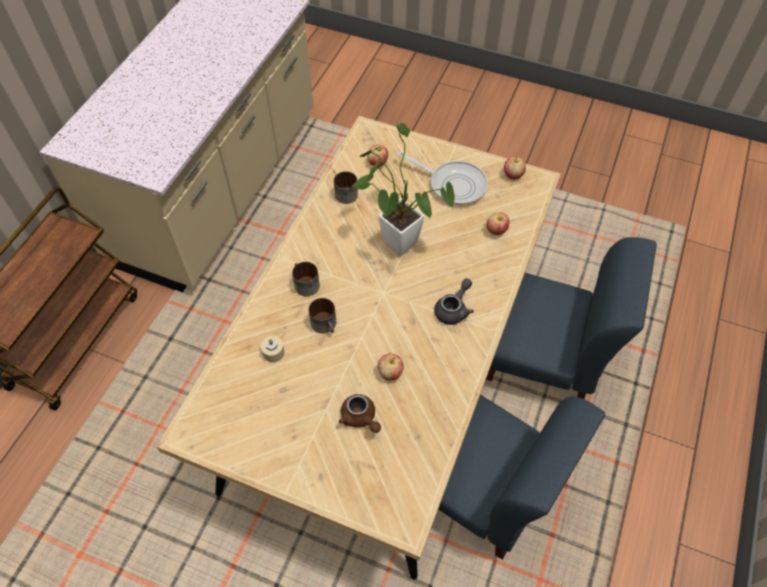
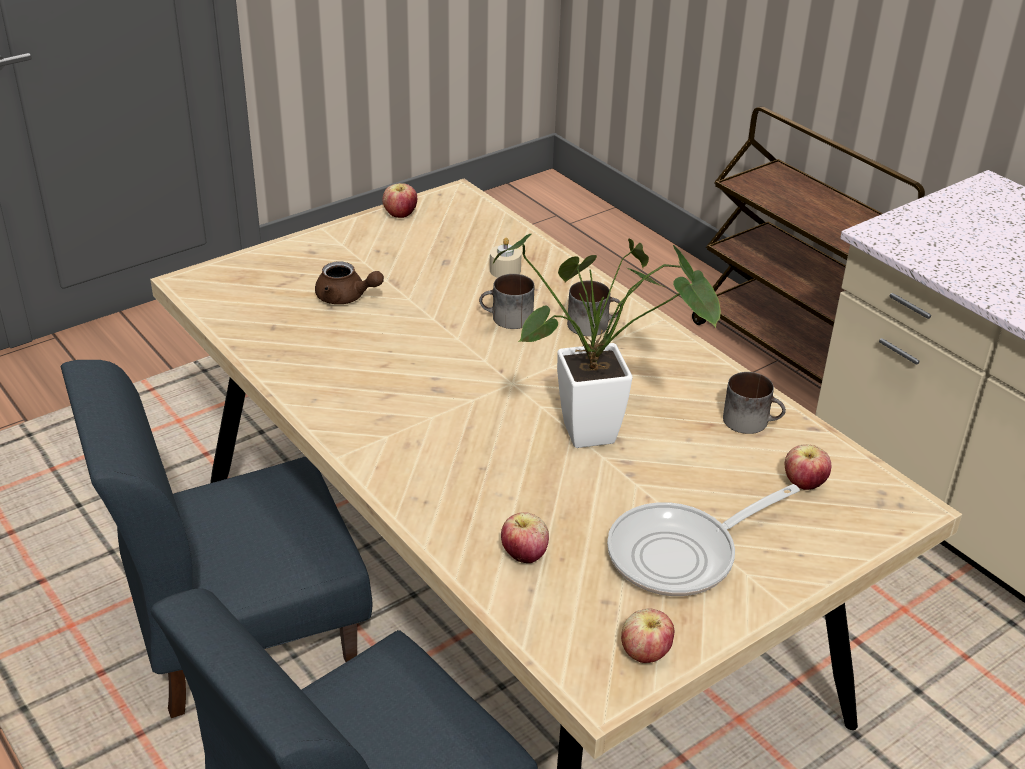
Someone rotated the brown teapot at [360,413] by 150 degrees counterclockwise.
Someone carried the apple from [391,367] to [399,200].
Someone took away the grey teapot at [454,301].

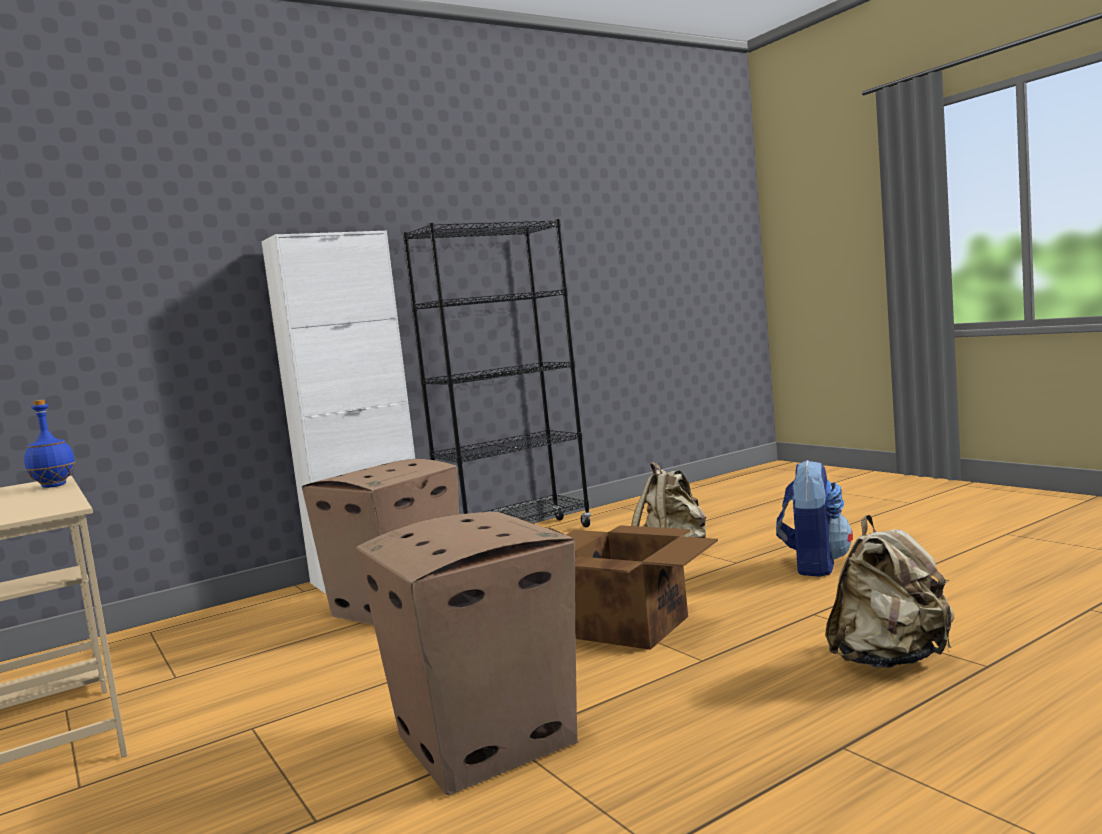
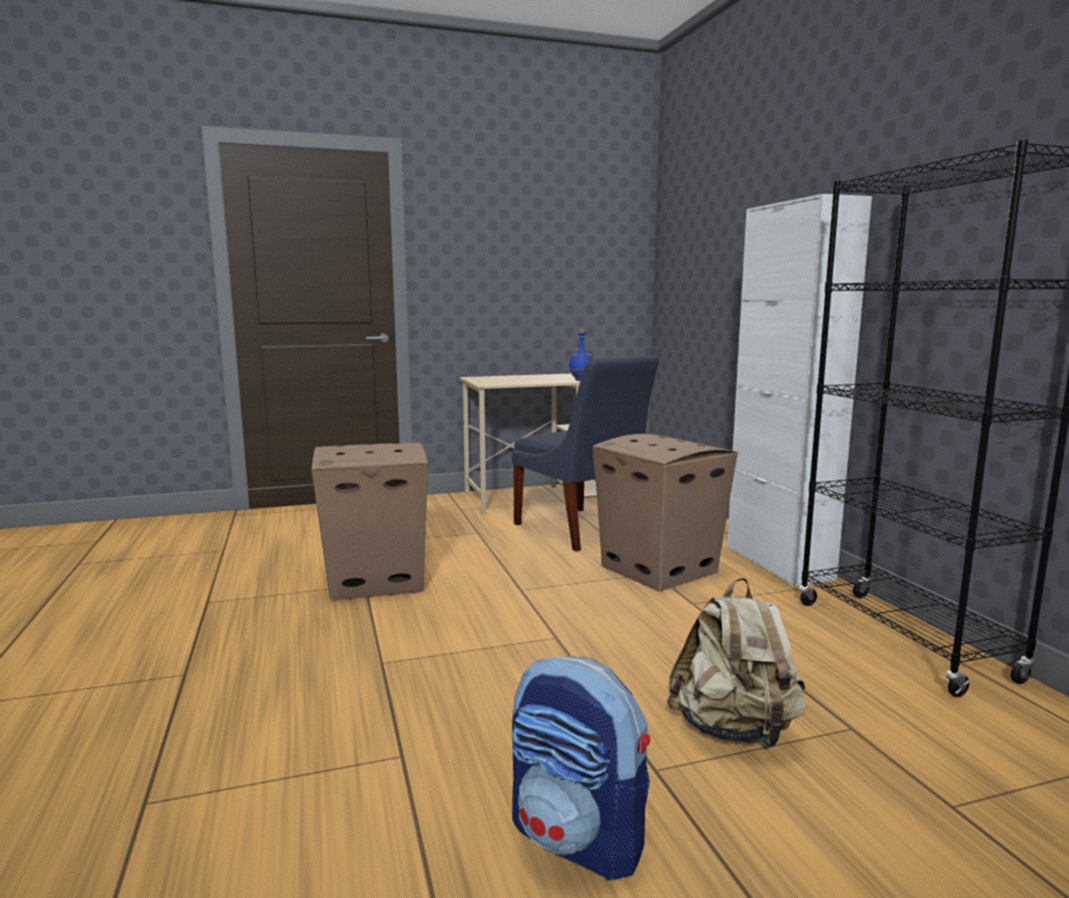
Someone put down the blue chair at [585,453].
Someone took away the cardboard box at [642,587].
Someone took away the beige backpack at [889,591].

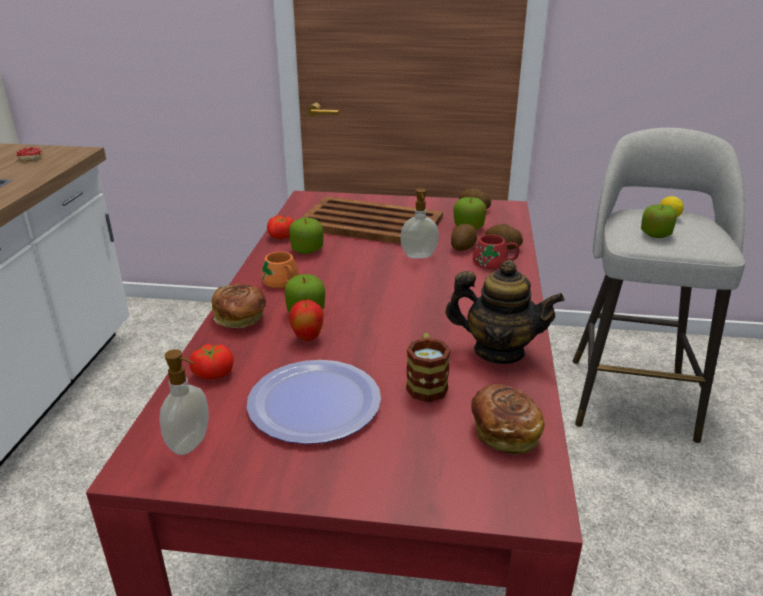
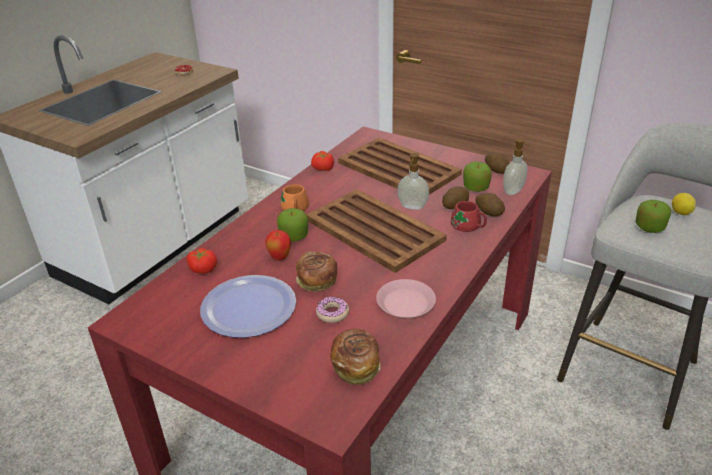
Someone carried the bread from [239,306] to [316,272].
Someone put down the brown tray at [376,231].
Someone swapped the mug at [428,367] for the donut at [332,310].
Someone swapped the teapot at [505,312] for the pink plate at [406,298].
Someone carried the soap dispenser from [184,402] to [516,167].
Someone took away the apple at [306,236].

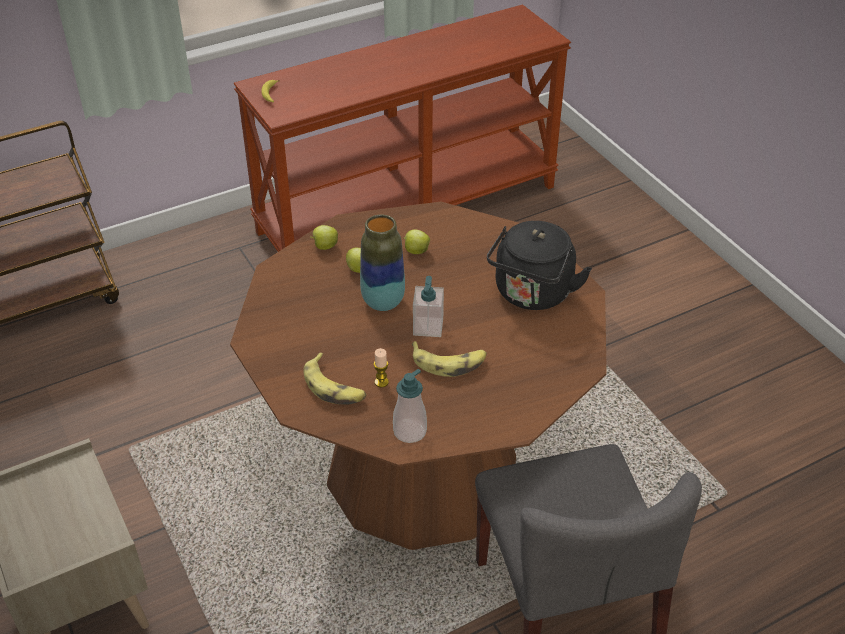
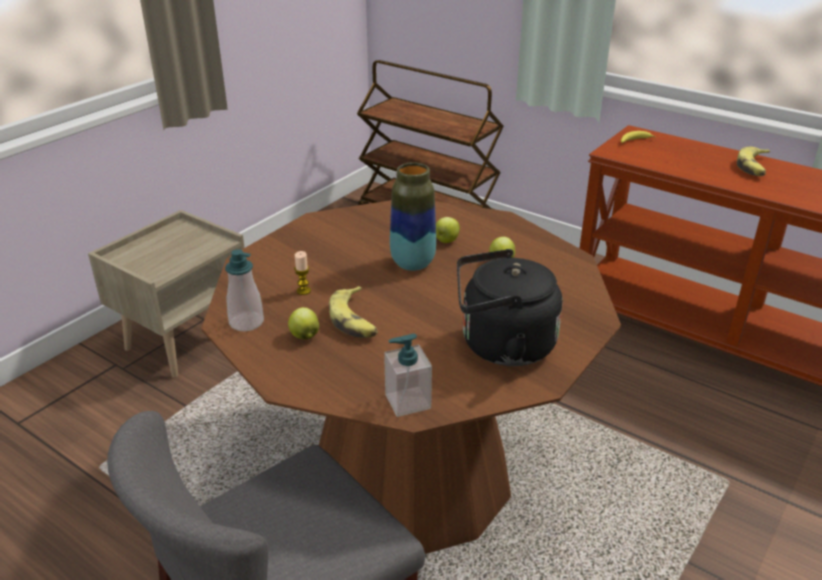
Someone carried the apple from [324,237] to [303,323].
Someone carried the soap dispenser from [428,306] to [408,375].
Someone carried the banana from [335,379] to [753,161].

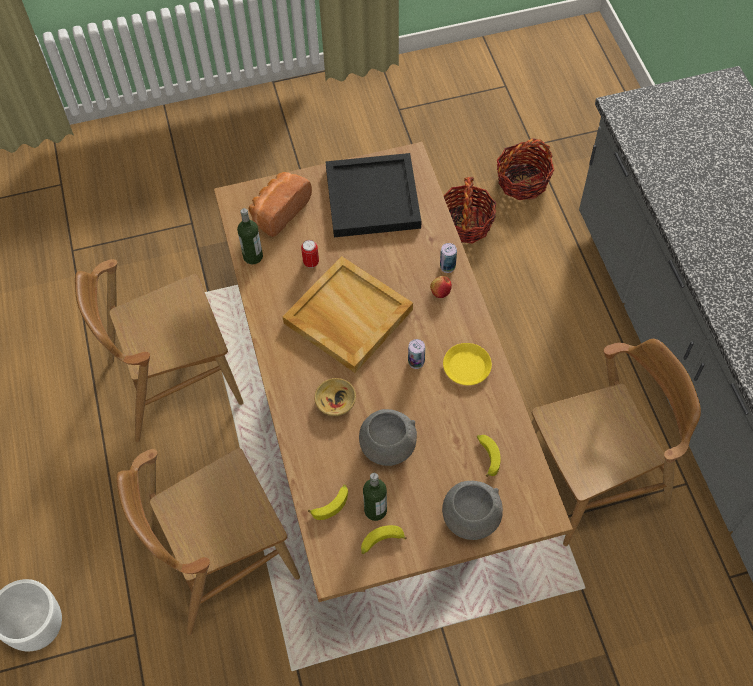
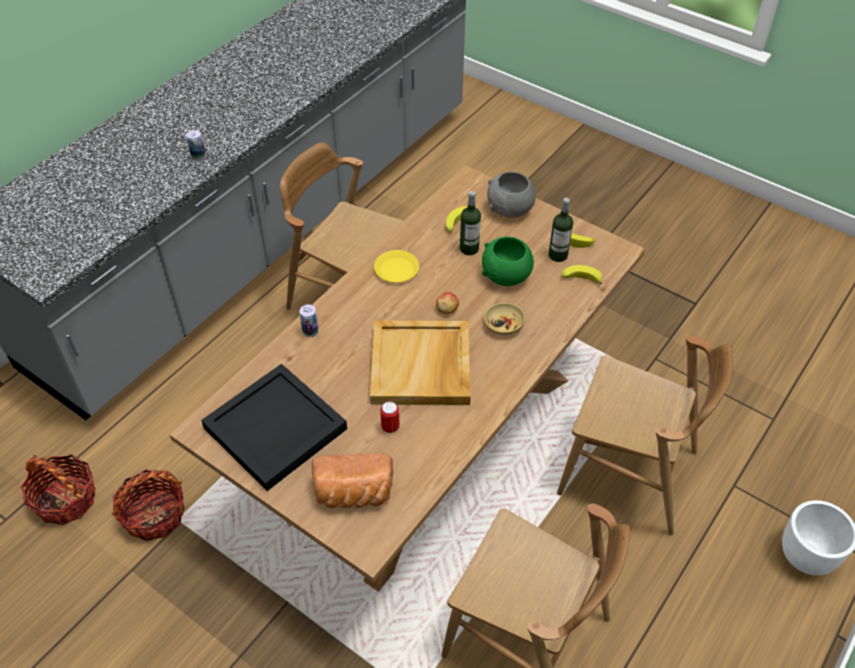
Someone carried the can from [416,354] to [196,145].
Someone carried the apple from [441,287] to [447,303].
Someone carried the bottle from [250,236] to [470,223].
Someone repainted the grey bowl at [388,437], which became the green bowl at [508,261].

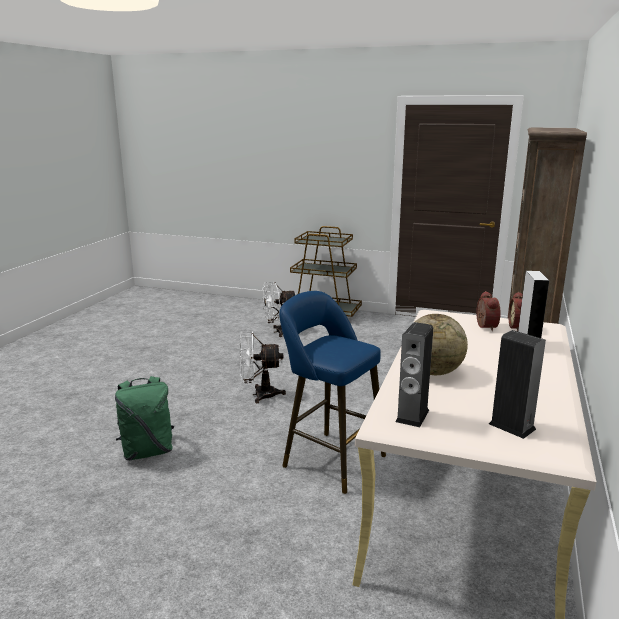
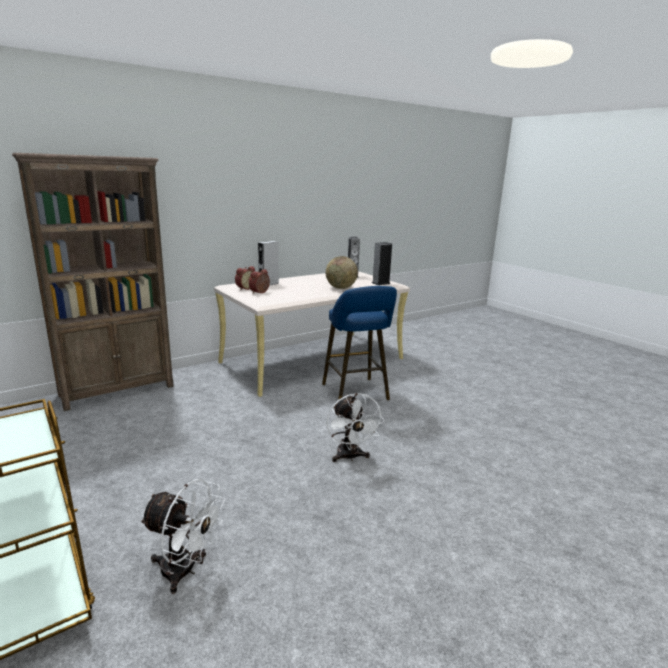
Someone rotated the white fan at [263,367] by 45 degrees clockwise.
Someone took away the green backpack at [144,418].

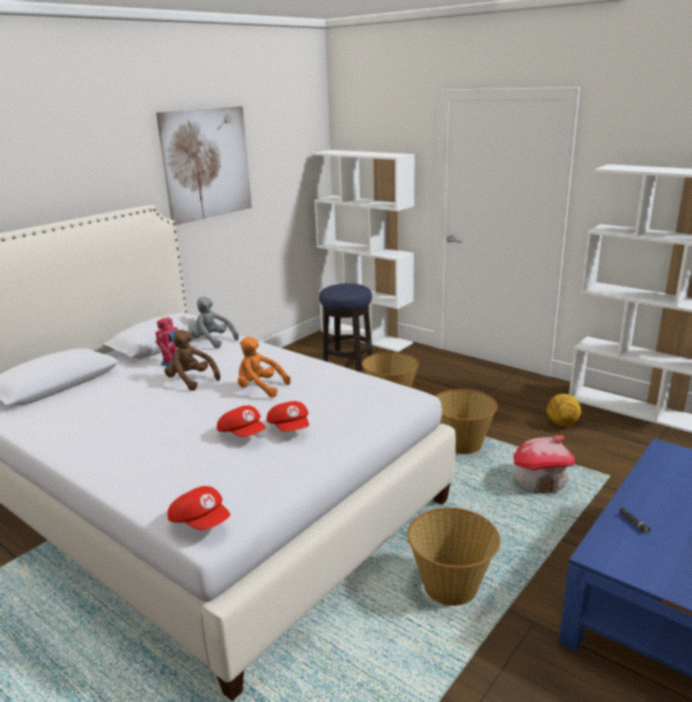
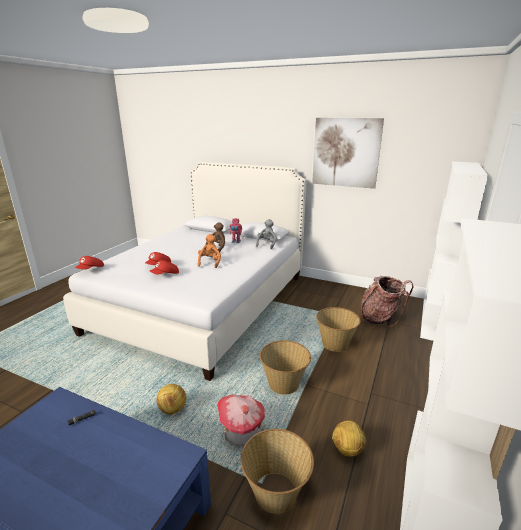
Someone put down the football at [171,399].
Someone carried the basket from [453,556] to [277,471].
Someone swapped the stool at [345,327] for the backpack at [387,301].

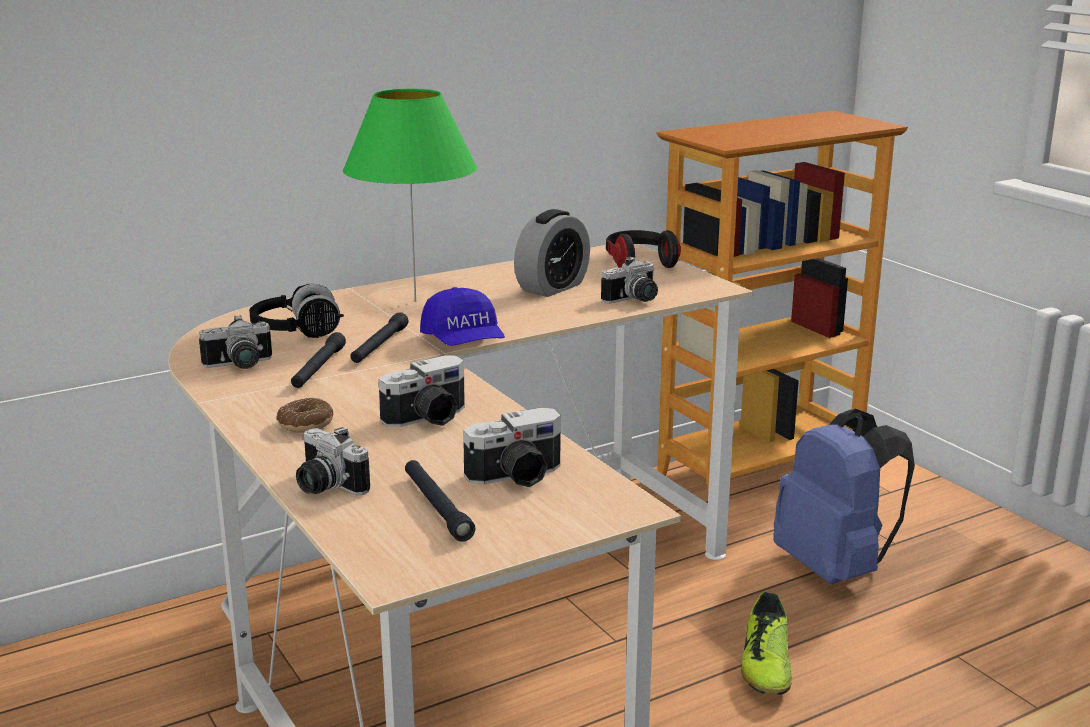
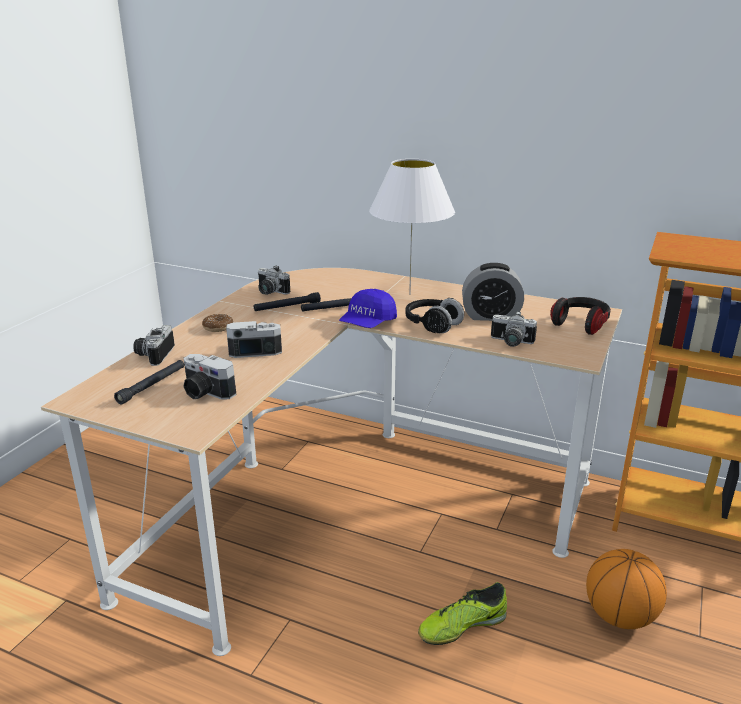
Someone rotated the photo camera at [422,391] by 150 degrees clockwise.
Someone repainted the green table lamp at [410,195], which became the white table lamp at [412,227].
Someone carried the black headphones from [296,311] to [435,315].
Someone swapped the blue backpack at [844,496] for the basketball at [626,589].

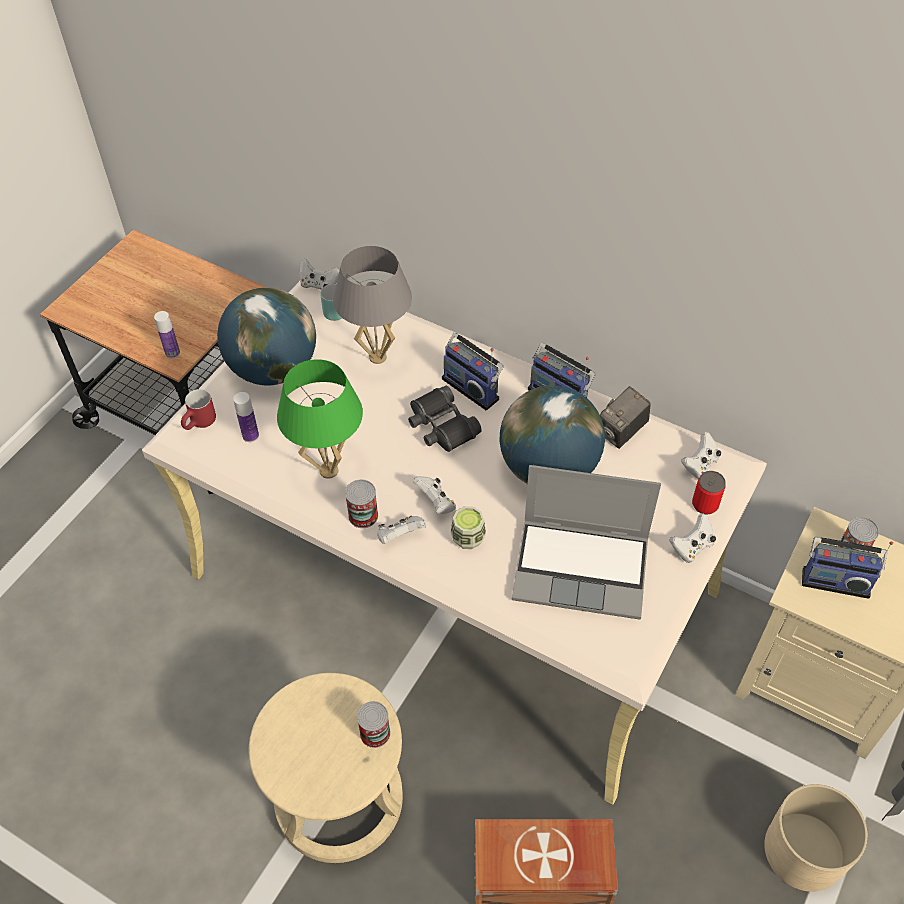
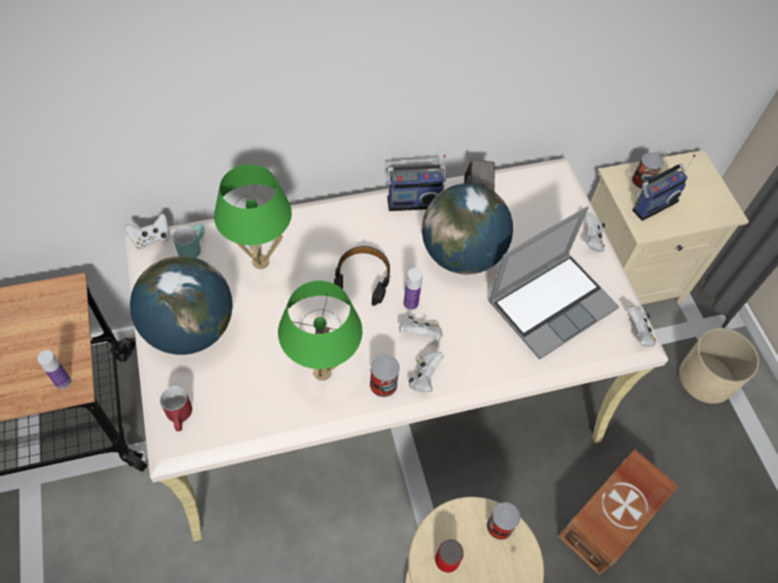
Someone repainted the grey table lamp at [372,305], which became the green table lamp at [253,217].
Someone swapped the black binoculars at [445,419] for the black headphones at [362,276].
Someone carried the bottle from [246,417] to [413,289].
Someone carried the can from [709,492] to [449,556].
Someone carried the white game controller from [701,455] to [642,326].
Someone took away the radio at [473,372].
Someone took away the cup at [468,527].

